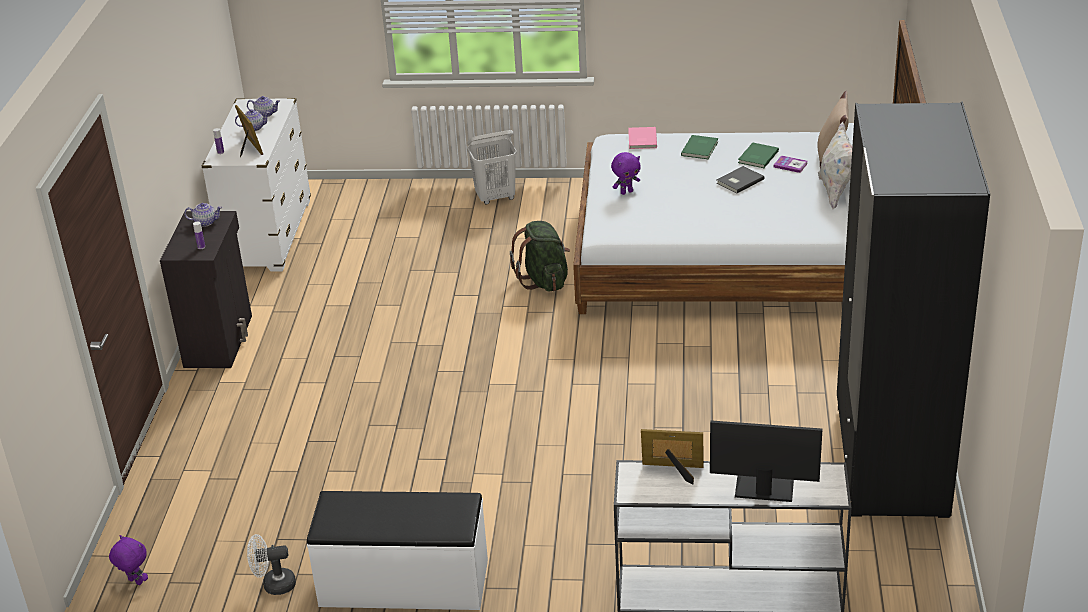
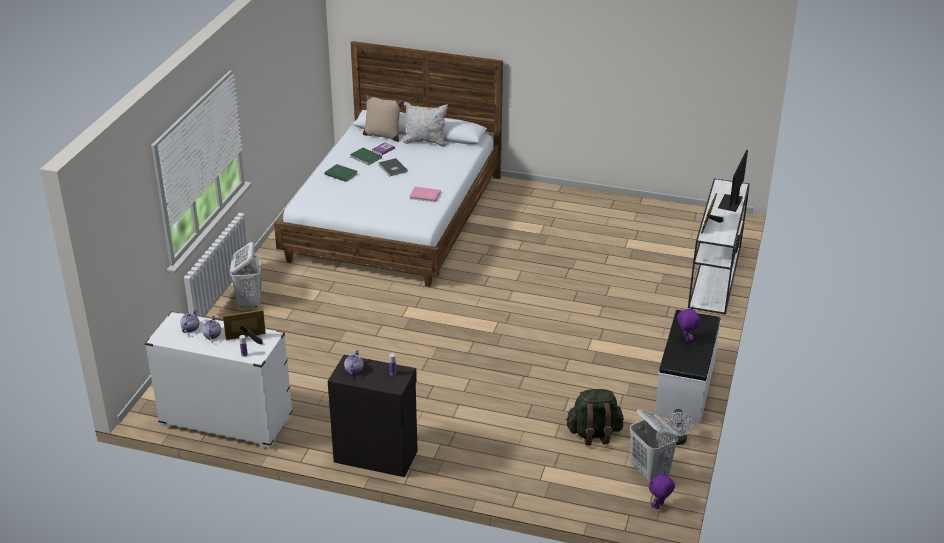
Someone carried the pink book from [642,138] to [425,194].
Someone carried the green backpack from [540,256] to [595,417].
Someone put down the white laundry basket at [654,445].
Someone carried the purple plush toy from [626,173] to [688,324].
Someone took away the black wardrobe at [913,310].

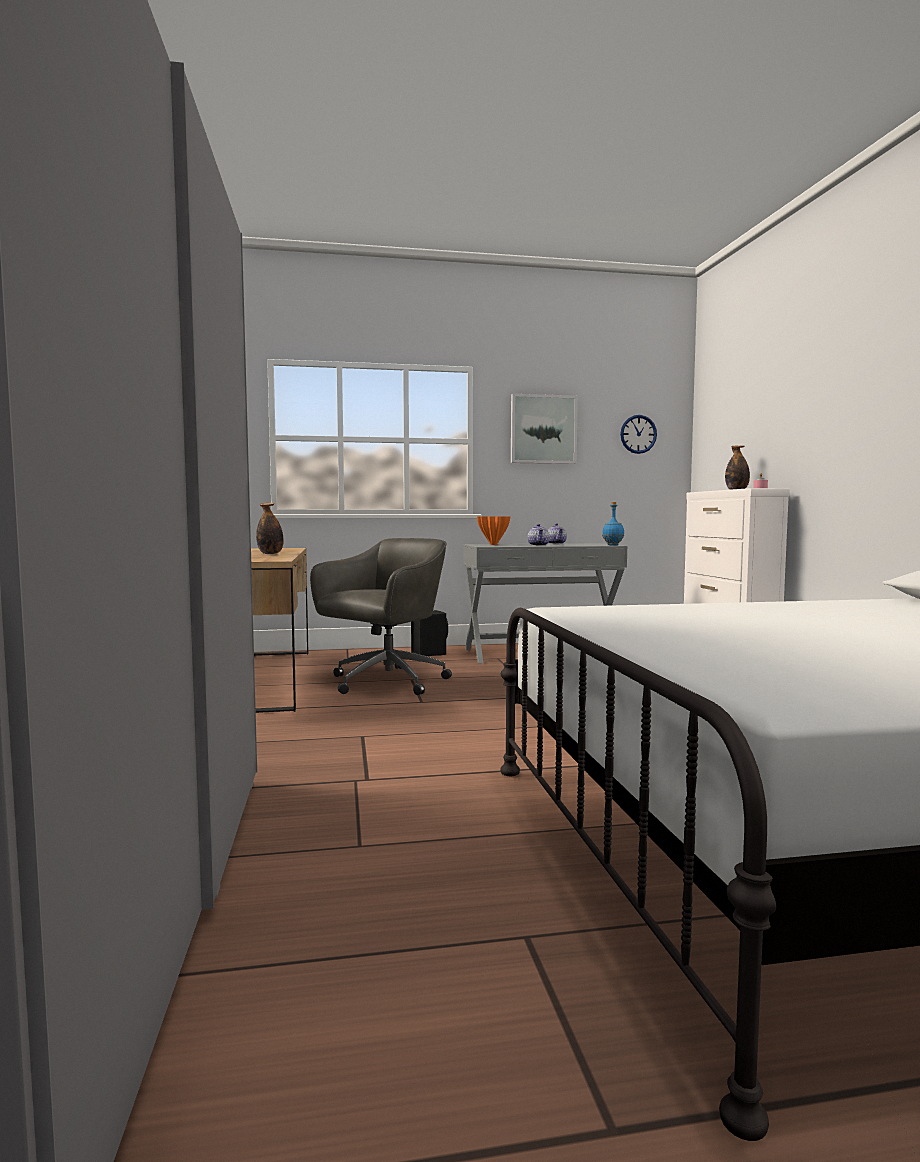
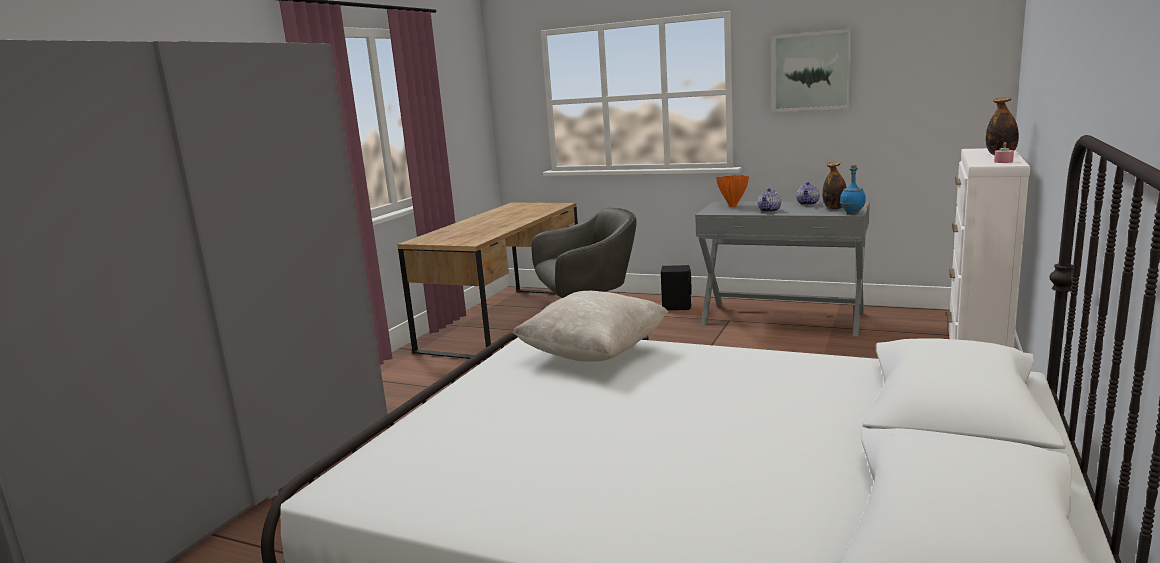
Someone put down the beige pillow at [590,326].
Someone carried the bottle from [270,528] to [834,185].
Someone took away the wall clock at [638,434].

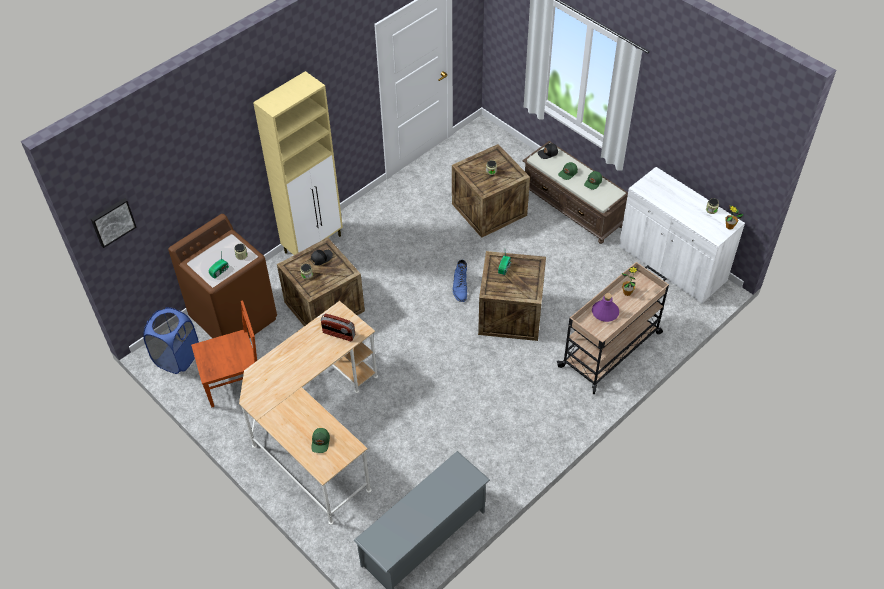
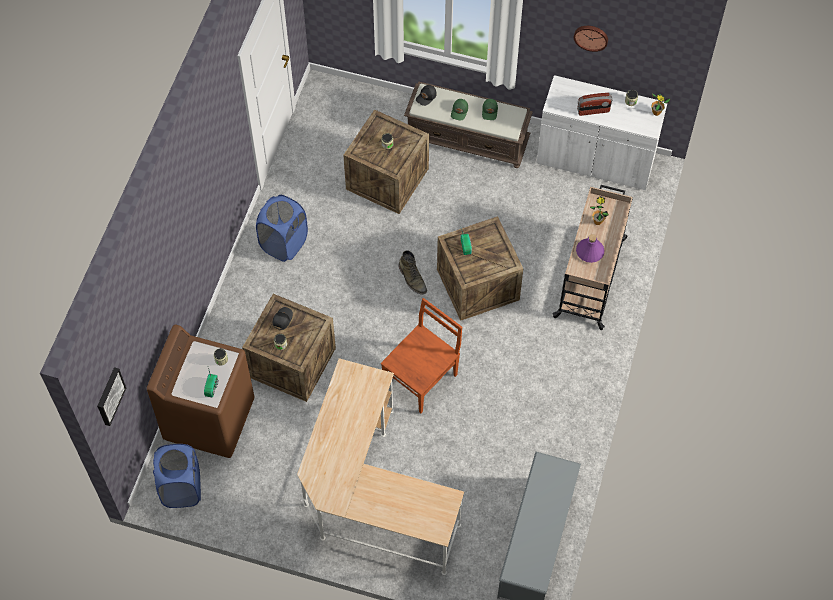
Someone put down the blue laundry basket at [282,228].
Someone carried the brown chair from [224,354] to [421,355].
Someone repainted the blue boot at [460,280], which became the green boot at [412,272].
Someone put up the wall clock at [591,39].
Someone carried the radio from [338,327] to [595,104].
Someone took away the beige cabinet at [298,163].
Someone took away the green cap at [320,440].

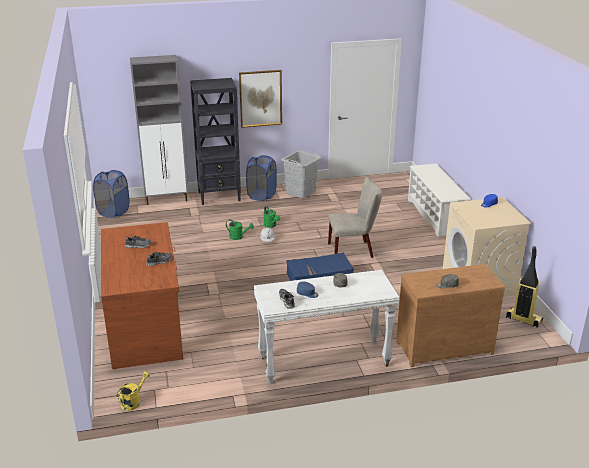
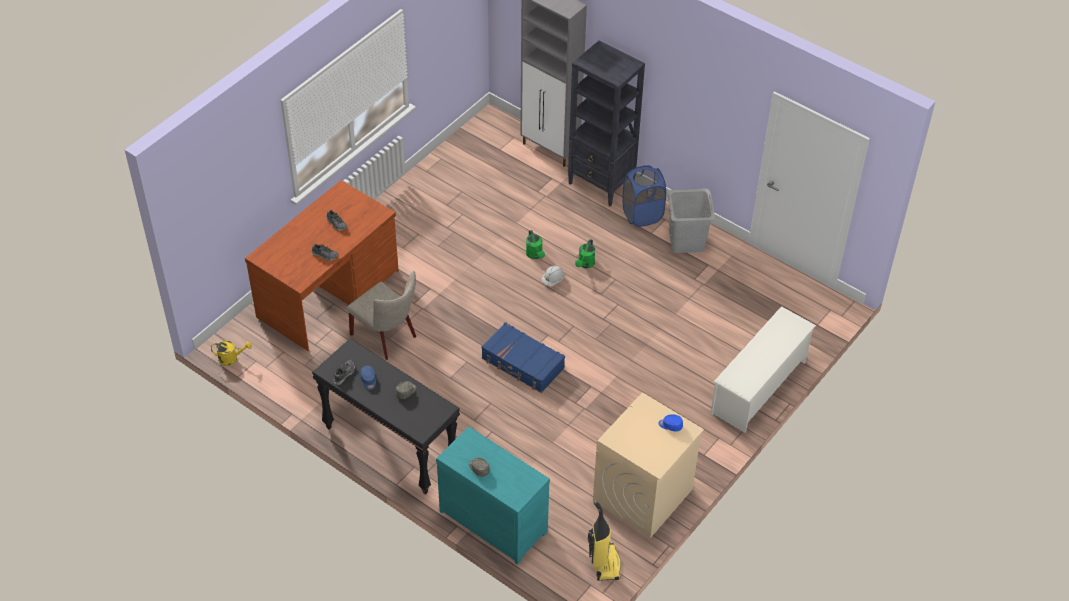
Someone repainted the white console table at [327,327], which became the black console table at [386,416].
Someone carried the beige chair from [355,217] to [381,315].
Someone repainted the brown dresser at [450,315], which became the turquoise dresser at [493,495].
Someone took away the blue laundry basket at [111,194].
Someone took away the picture at [260,99].

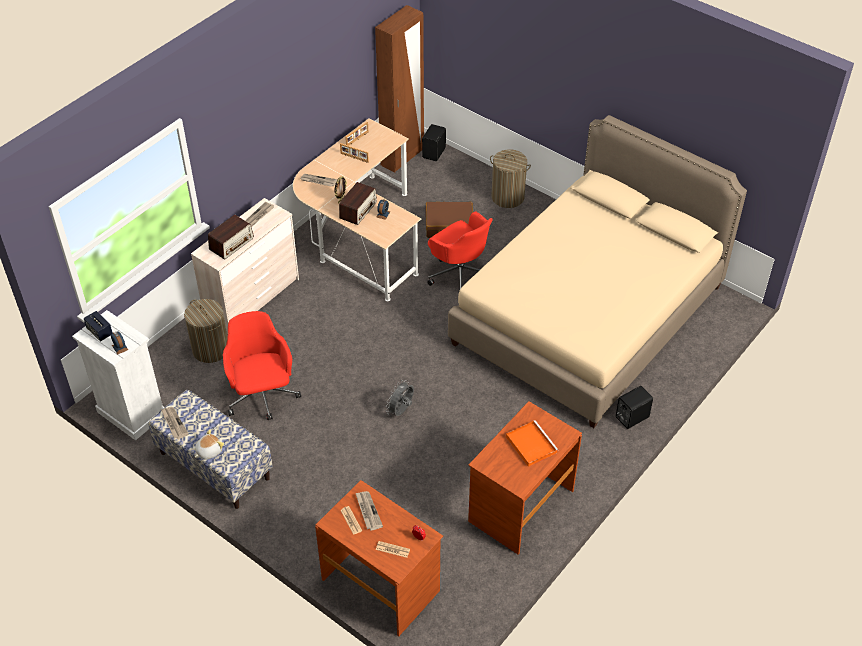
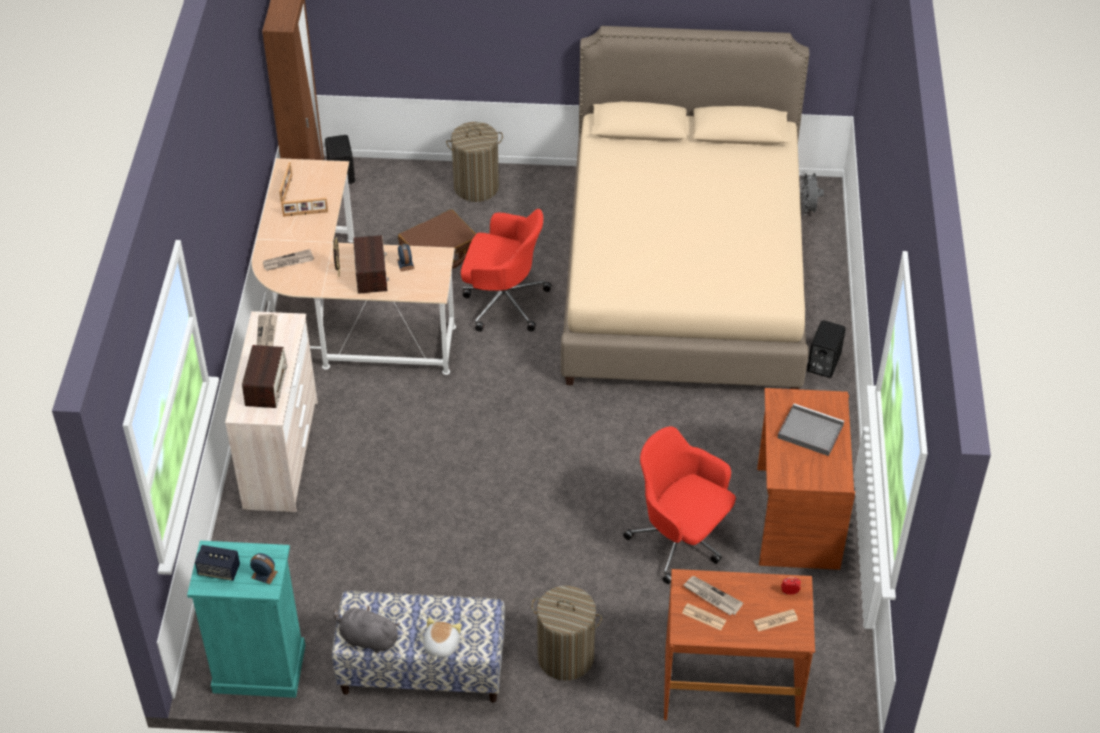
Someone repainted the white dresser at [118,375], which became the turquoise dresser at [246,619].
Someone swapped the newspaper at [175,423] for the grey plush toy at [366,629].
Someone carried the laundry basket from [206,331] to [566,633].
Someone carried the red office chair from [262,365] to [679,505].
Someone repainted the orange tray at [532,443], which became the grey tray at [811,429].
Someone carried the grey fan from [400,398] to [812,193].

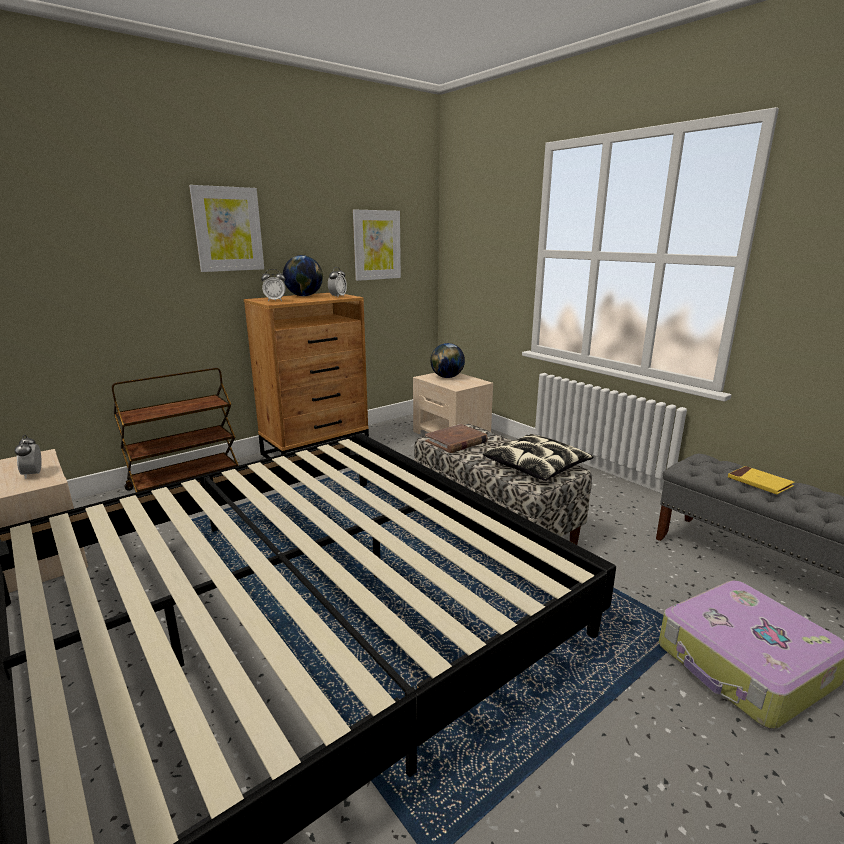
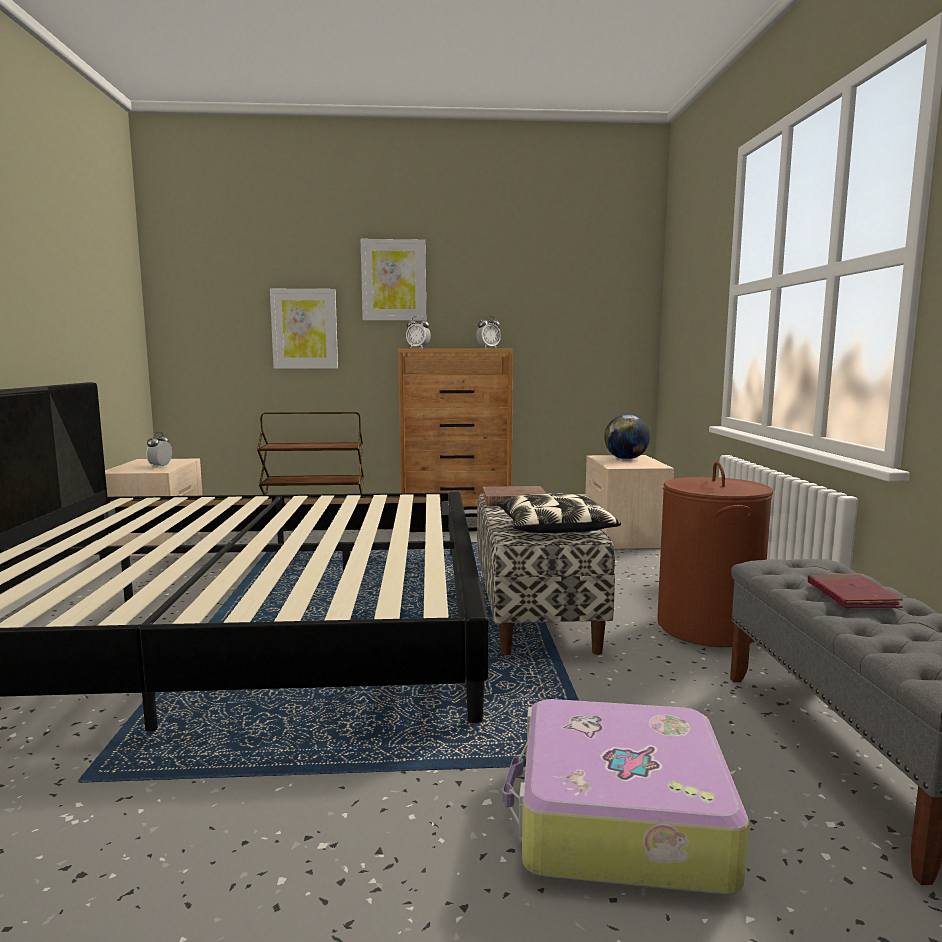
Someone carried the picture from [377,245] to [304,329].
Someone put down the brown laundry basket at [715,554].
Someone repainted the yellow book at [761,480], which became the red book at [855,591].
Someone took away the globe at [303,275].

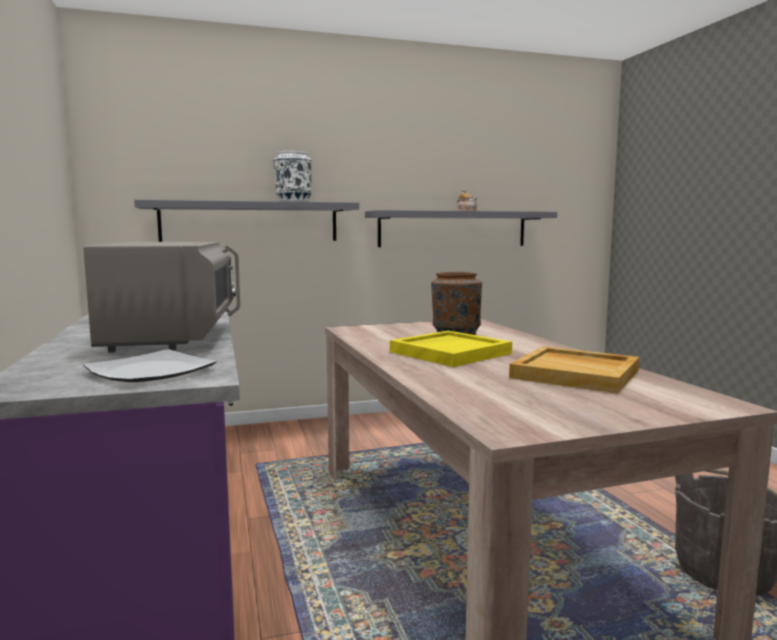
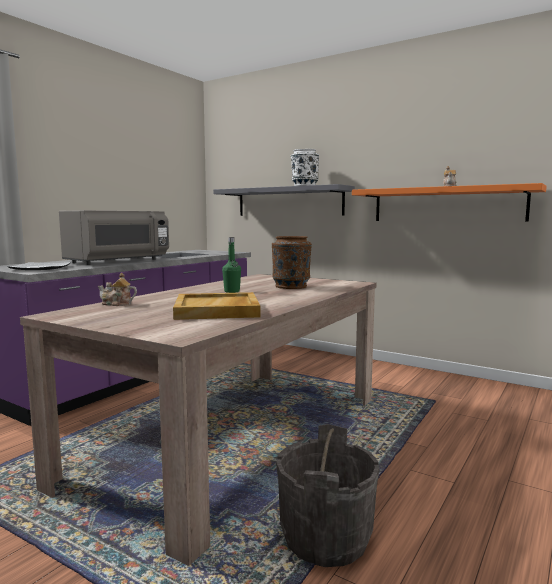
Someone put down the teapot at [117,289].
Someone swapped the yellow tray at [451,349] for the green bottle at [231,265].
Someone repainted the grey shelf at [461,228], which became the orange shelf at [449,202].

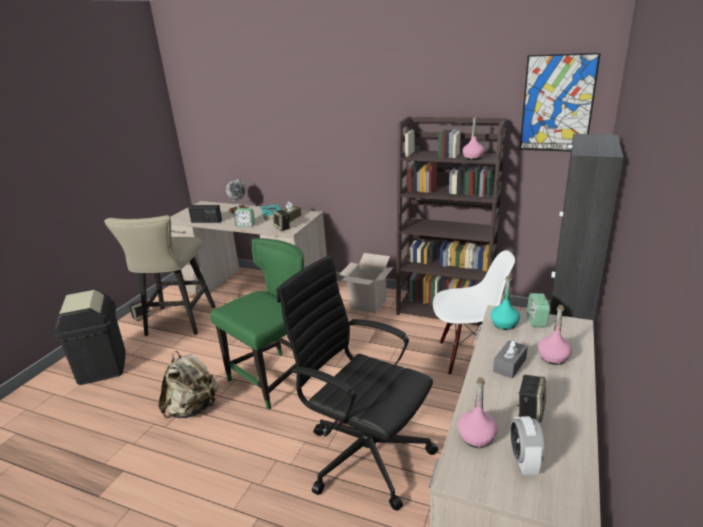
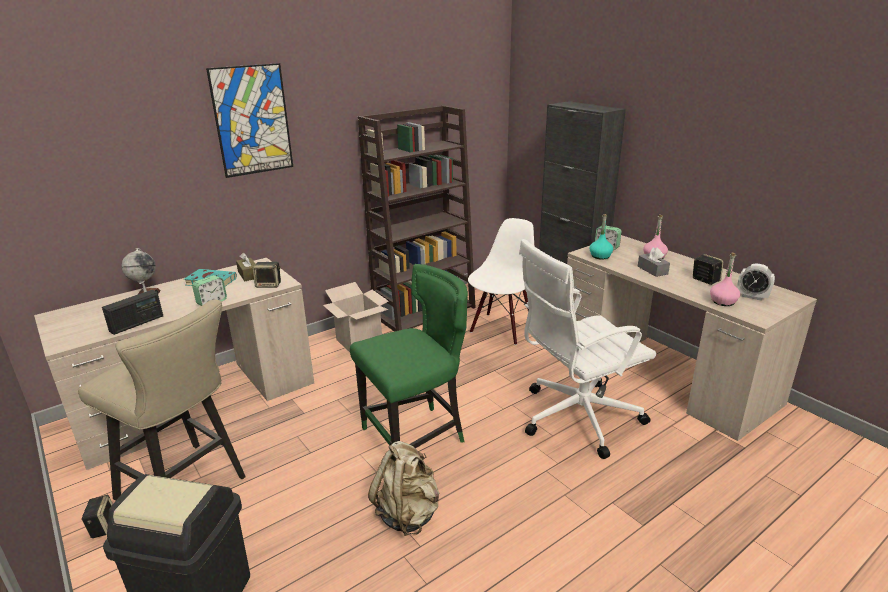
Someone carried the picture from [560,102] to [249,120].
Someone rotated the green chair at [257,324] by 75 degrees clockwise.
Someone repainted the black office chair at [357,383], which became the white office chair at [587,349].
Someone took away the pink bottle at [473,138].

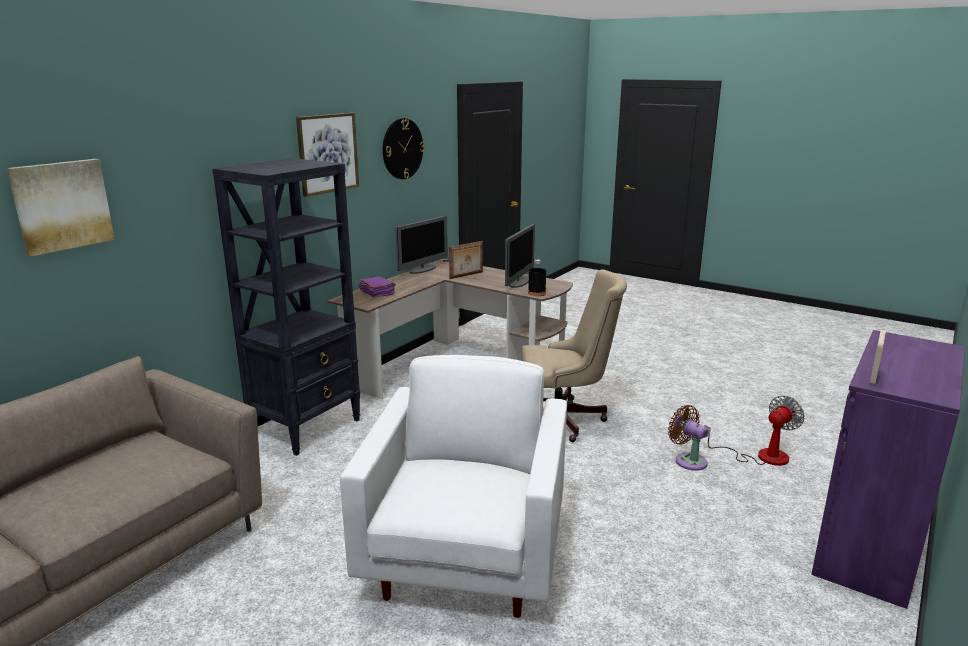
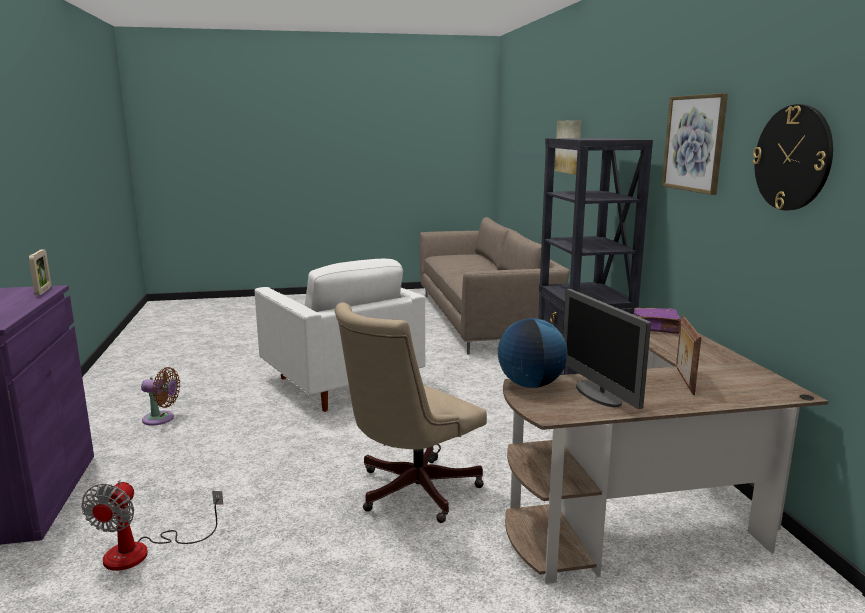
Someone carried the brown fan from [688,438] to [160,396].
Someone swapped the black bottle at [537,278] for the globe at [532,353].
Someone took away the monitor at [422,245].

